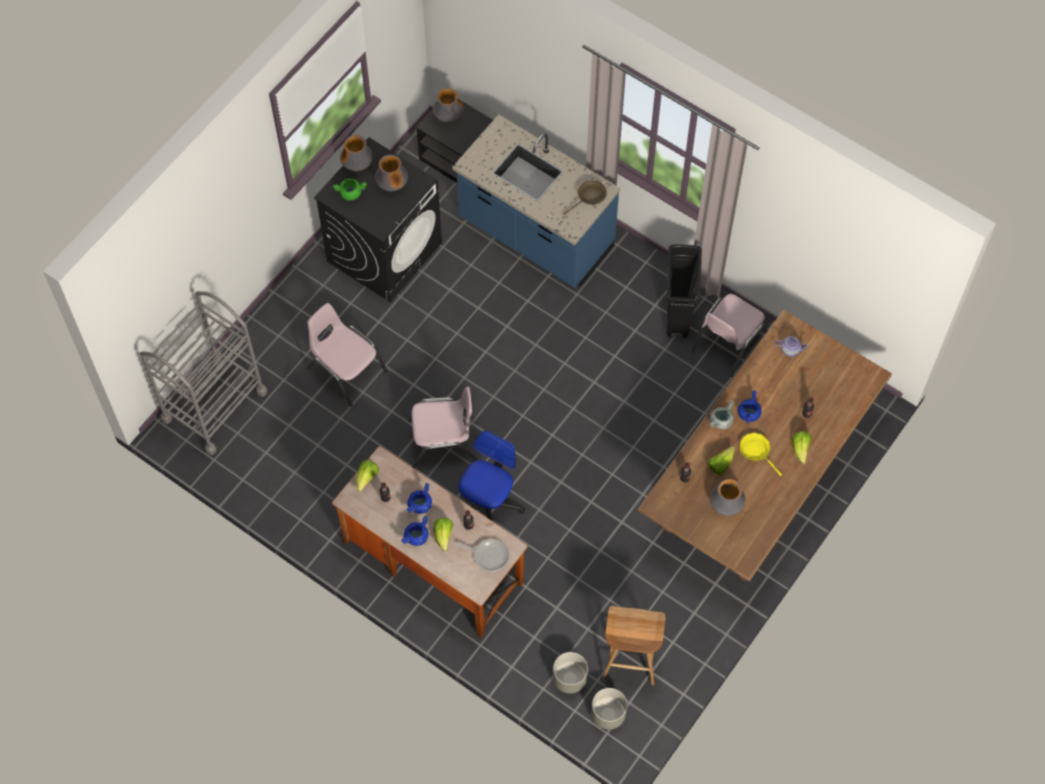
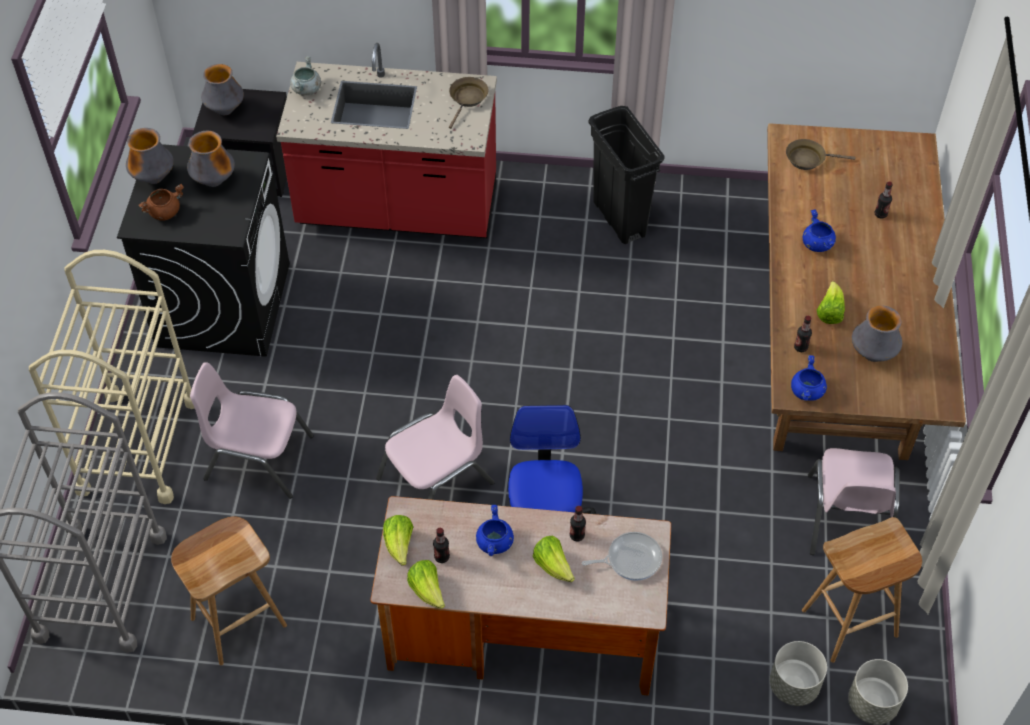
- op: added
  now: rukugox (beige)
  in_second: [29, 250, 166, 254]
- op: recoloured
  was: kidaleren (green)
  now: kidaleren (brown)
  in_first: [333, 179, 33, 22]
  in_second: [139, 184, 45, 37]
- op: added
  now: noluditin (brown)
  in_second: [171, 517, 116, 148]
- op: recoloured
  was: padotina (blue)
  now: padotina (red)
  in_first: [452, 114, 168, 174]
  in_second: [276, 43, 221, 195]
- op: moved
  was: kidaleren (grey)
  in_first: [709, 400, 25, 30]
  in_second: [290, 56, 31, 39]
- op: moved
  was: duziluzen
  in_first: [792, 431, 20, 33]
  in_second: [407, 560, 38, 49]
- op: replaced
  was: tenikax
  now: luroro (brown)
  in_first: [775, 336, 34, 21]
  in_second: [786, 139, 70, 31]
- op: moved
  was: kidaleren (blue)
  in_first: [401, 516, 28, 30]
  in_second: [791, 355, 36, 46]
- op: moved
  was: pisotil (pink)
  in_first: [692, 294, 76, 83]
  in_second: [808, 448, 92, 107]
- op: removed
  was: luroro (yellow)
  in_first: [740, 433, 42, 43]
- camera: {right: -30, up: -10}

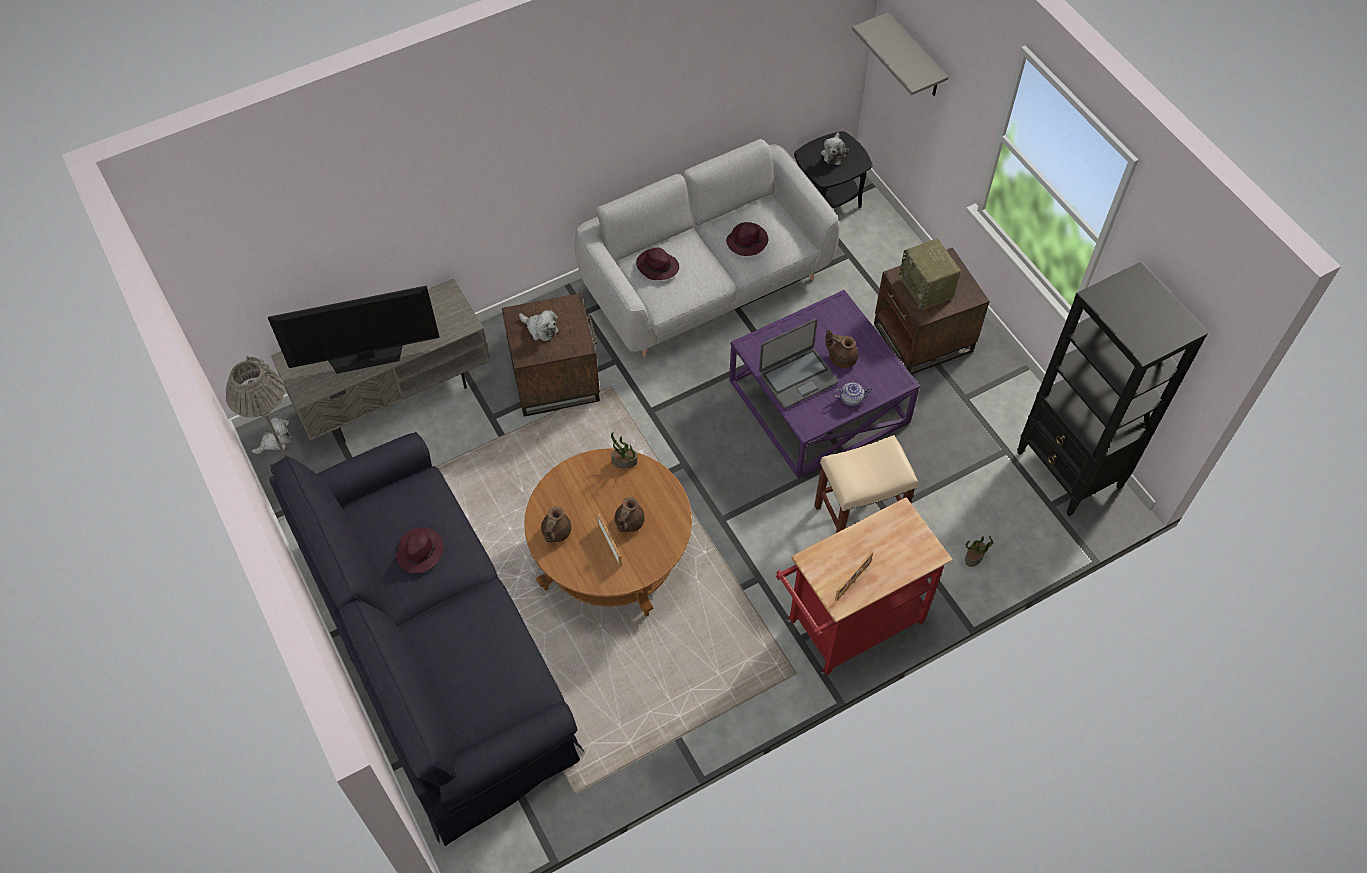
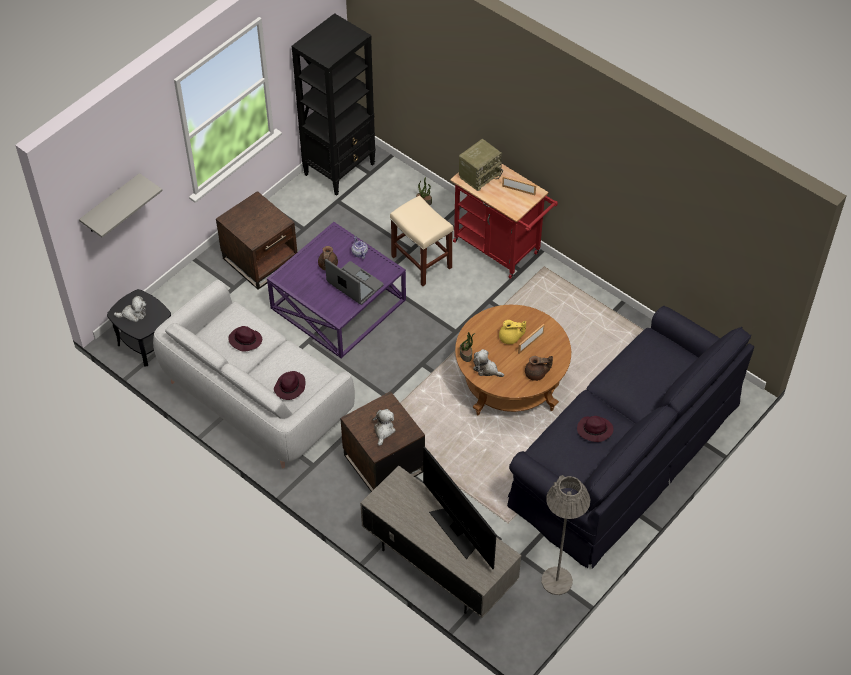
- op: moved
  was: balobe
  in_first: [899, 238, 62, 73]
  in_second: [459, 139, 44, 52]
- op: moved
  was: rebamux
  in_first: [252, 415, 41, 39]
  in_second: [473, 349, 31, 28]
- op: recoloured
  was: tenikax (brown)
  now: tenikax (yellow)
  in_first: [615, 497, 30, 36]
  in_second: [499, 320, 27, 24]
- camera: {right: -110, up: -5}

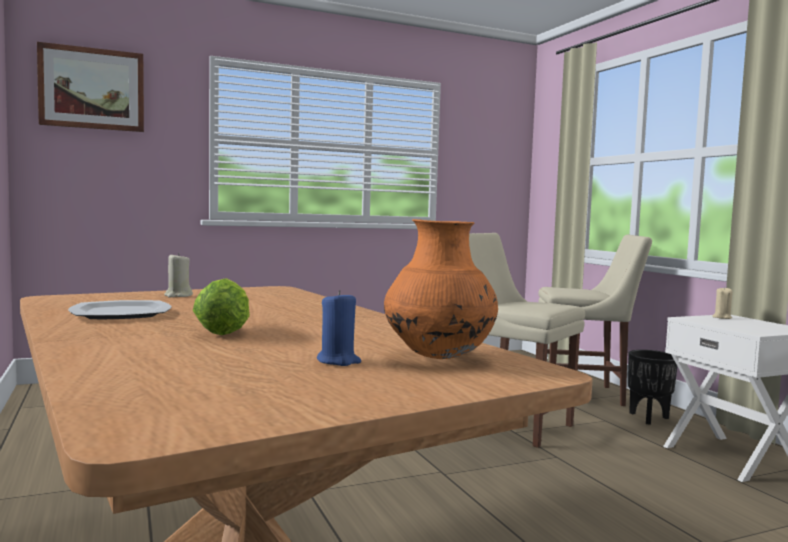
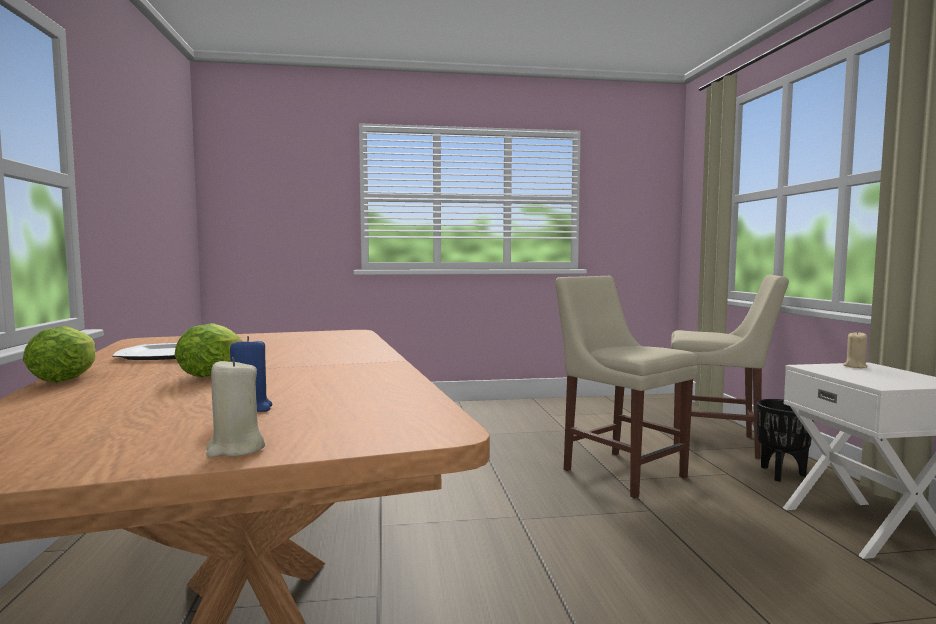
- op: added
  now: duziluzen
  in_second: [23, 326, 73, 57]
- op: moved
  was: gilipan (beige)
  in_first: [164, 253, 29, 45]
  in_second: [206, 357, 59, 101]
- op: removed
  was: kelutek
  in_first: [37, 42, 107, 90]
- op: removed
  was: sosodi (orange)
  in_first: [384, 219, 114, 140]
- camera: {right: 15, up: 0}

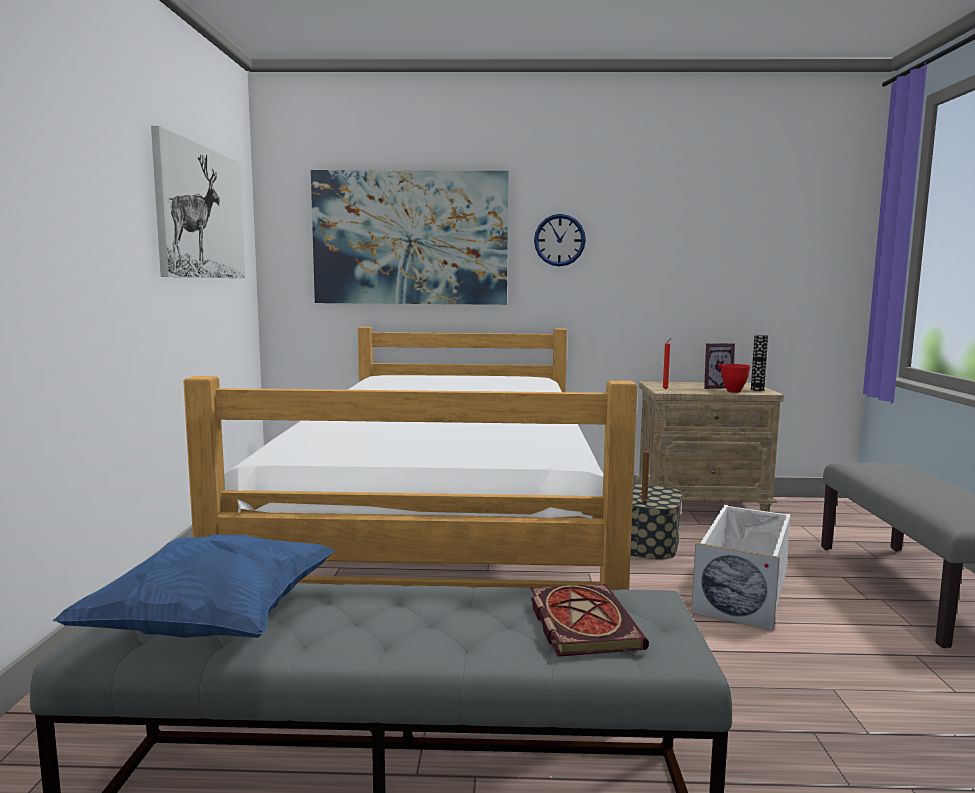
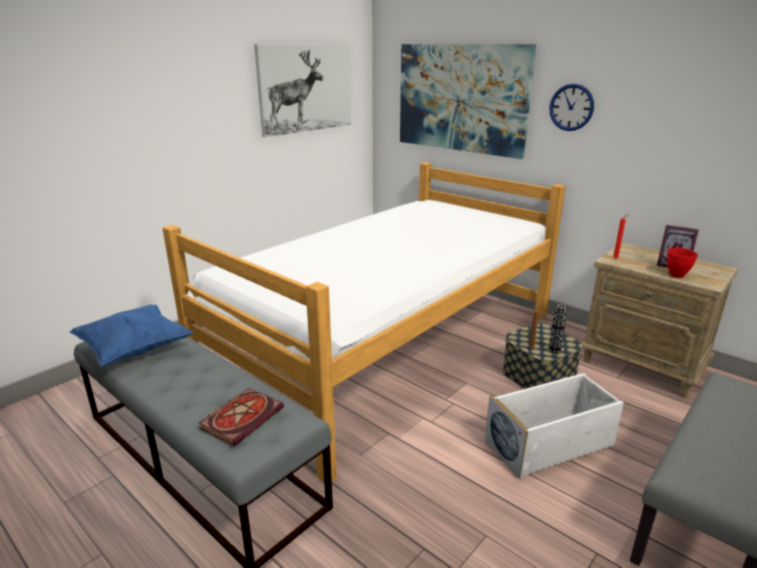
- op: moved
  was: sosodi
  in_first: [751, 335, 17, 56]
  in_second: [548, 303, 20, 51]
- camera: {right: 40, up: 15}

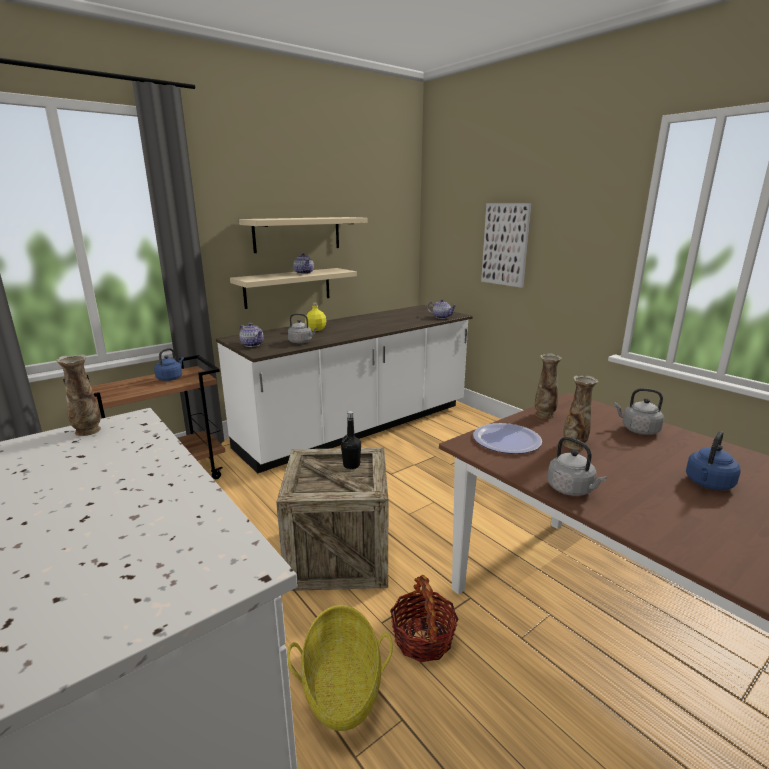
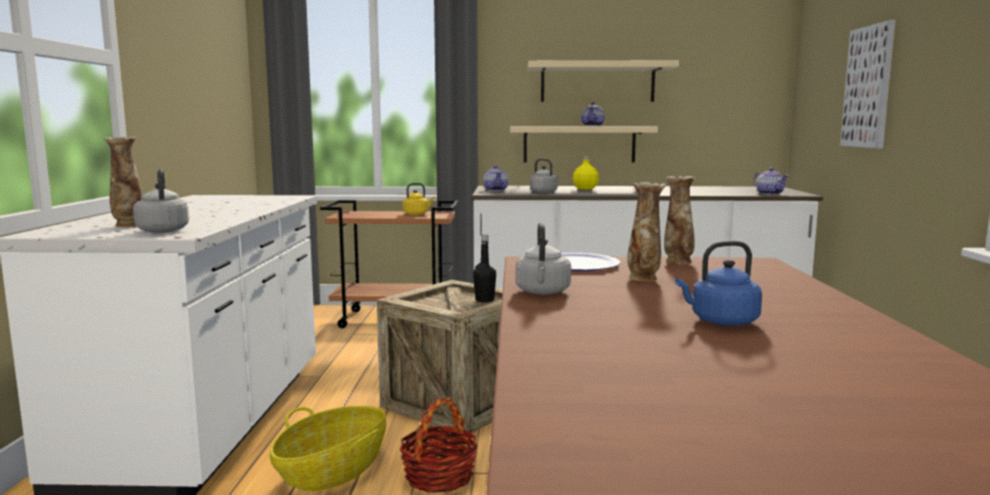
- op: moved
  was: sosodi
  in_first: [56, 354, 45, 82]
  in_second: [104, 136, 39, 91]
- op: moved
  was: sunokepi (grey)
  in_first: [614, 388, 50, 47]
  in_second: [133, 169, 56, 64]
- op: recoloured
  was: sunokepi (blue)
  now: sunokepi (yellow)
  in_first: [154, 348, 30, 33]
  in_second: [403, 183, 32, 32]
- camera: {right: 40, up: -10}

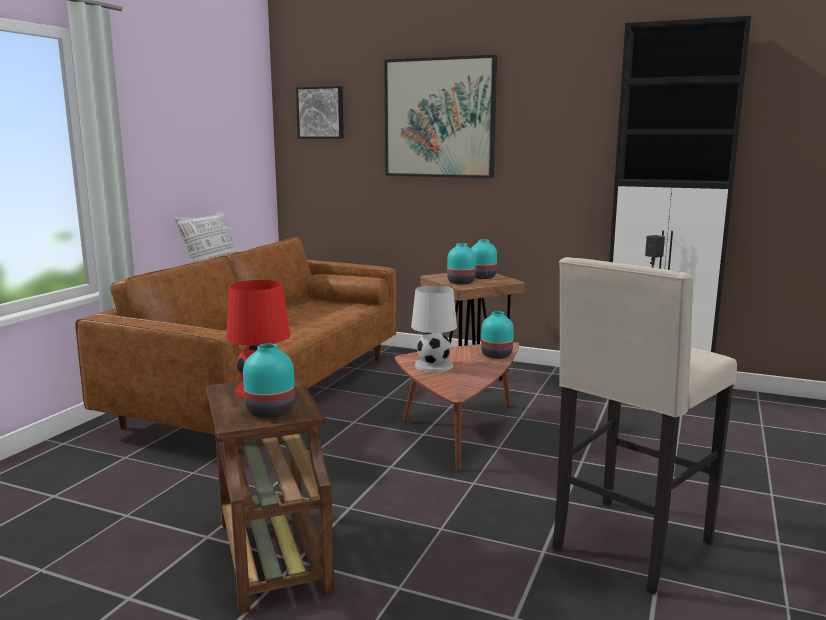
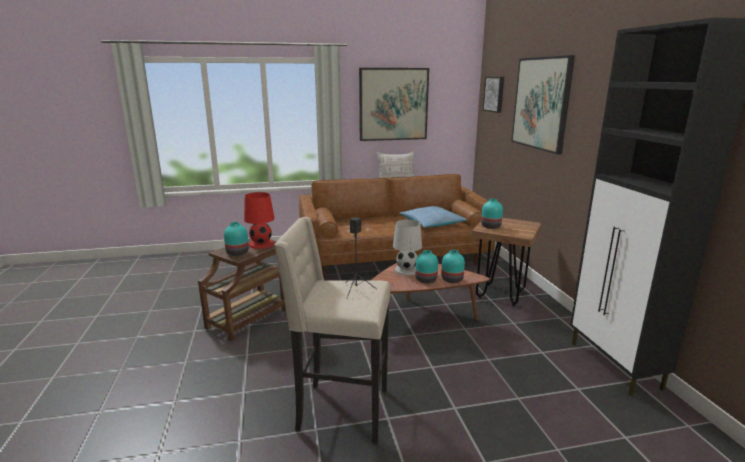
- op: added
  now: kelutek
  in_second: [359, 68, 70, 73]
- op: added
  now: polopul
  in_second: [399, 206, 68, 21]
- op: moved
  was: sosodi (turquoise)
  in_first: [471, 239, 26, 40]
  in_second: [415, 250, 23, 33]
- camera: {right: 55, up: 5}

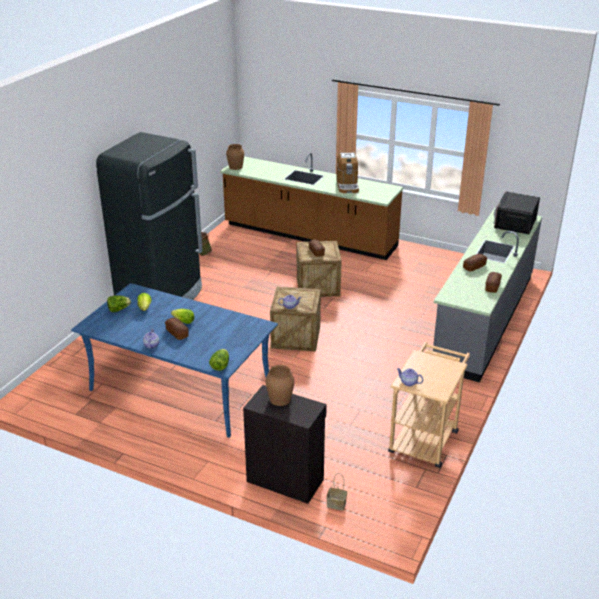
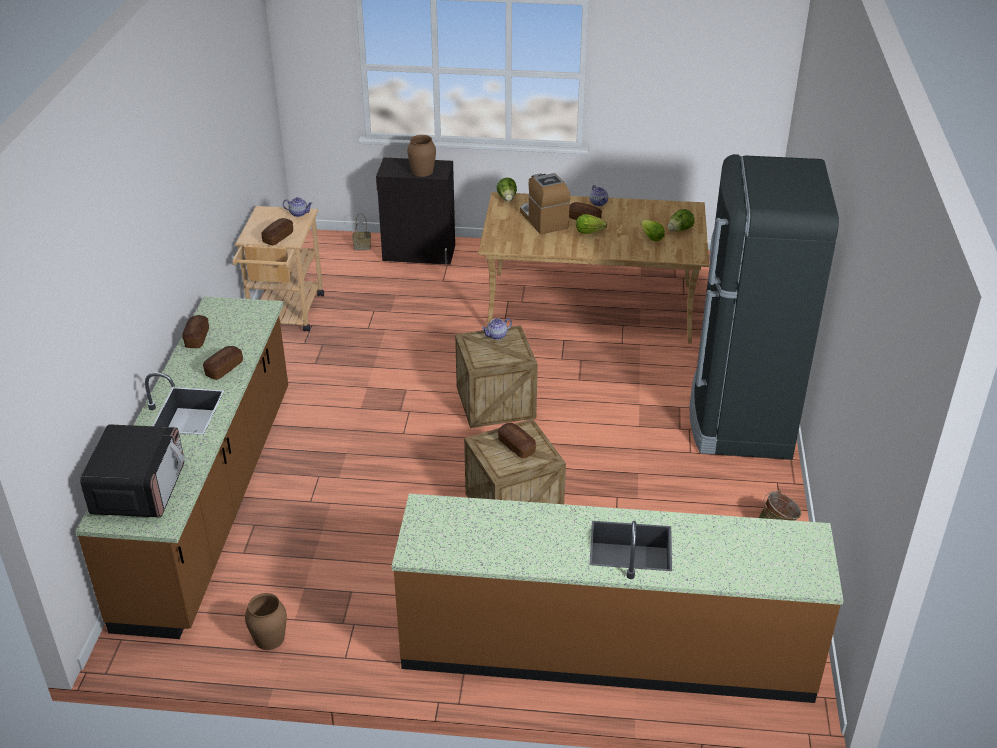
- op: recoloured
  was: padotina (grey)
  now: padotina (brown)
  in_first: [433, 207, 109, 176]
  in_second: [75, 297, 213, 342]
- op: moved
  was: sosodi (brown)
  in_first: [226, 144, 18, 26]
  in_second: [245, 593, 42, 57]
- op: added
  now: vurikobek
  in_second: [261, 218, 32, 27]
- op: recoloured
  was: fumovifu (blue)
  now: fumovifu (beige)
  in_first: [71, 283, 207, 155]
  in_second: [478, 192, 231, 152]
- op: moved
  was: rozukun
  in_first: [337, 153, 22, 40]
  in_second: [520, 173, 51, 62]
- camera: {right: 160, up: 5}

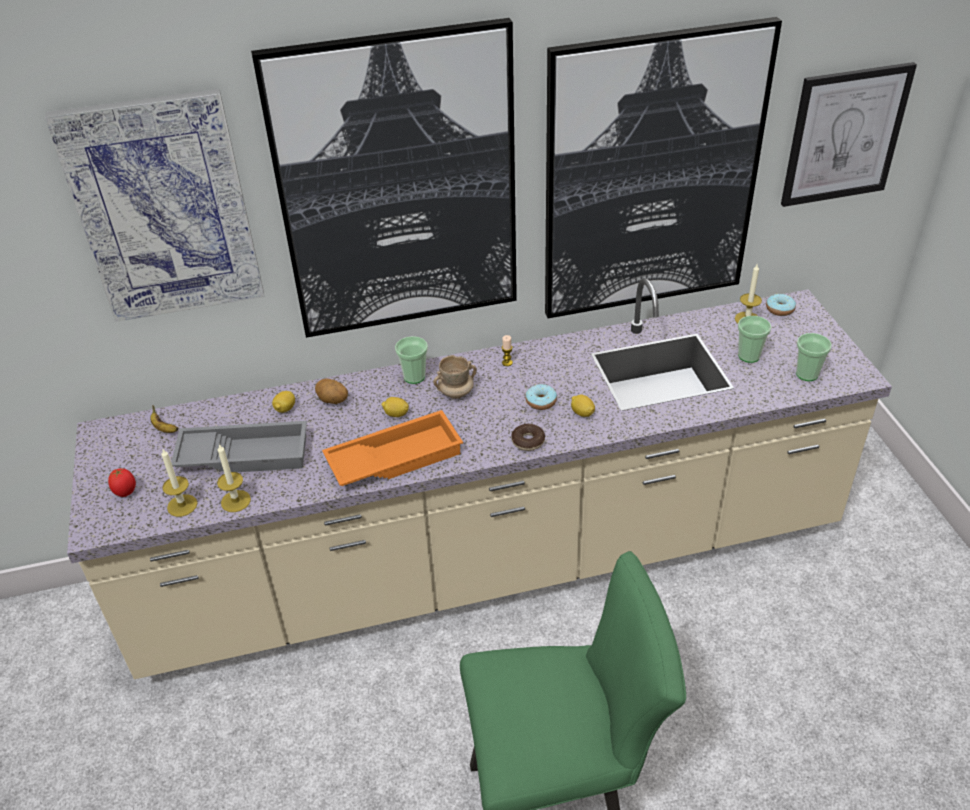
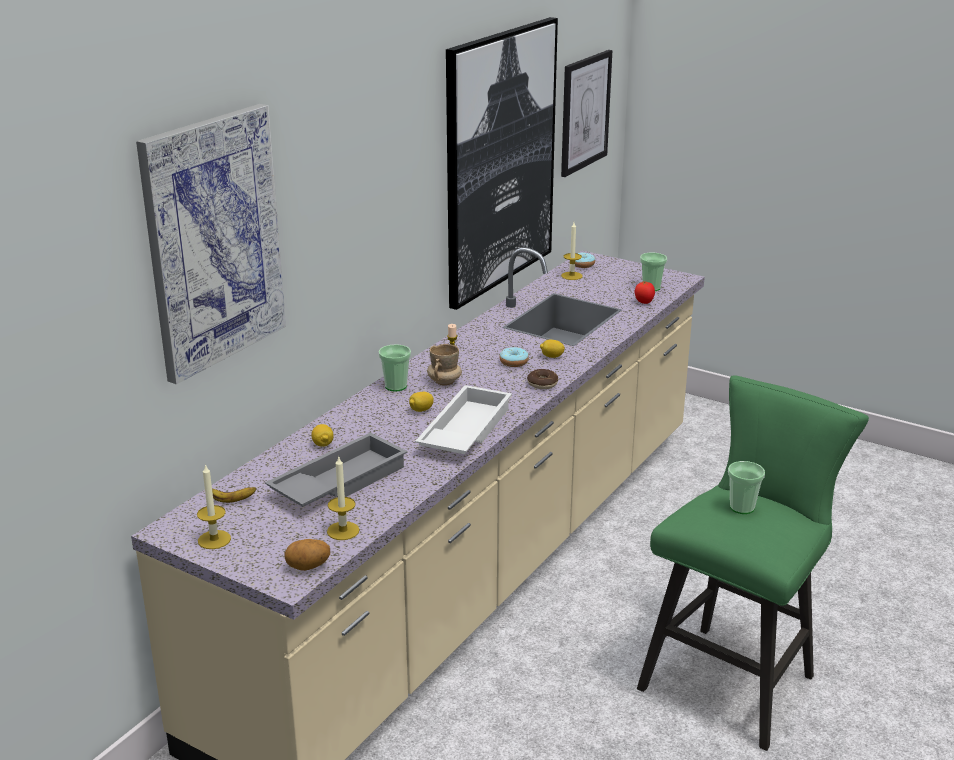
- op: moved
  was: gilipan
  in_first: [217, 444, 34, 68]
  in_second: [197, 464, 34, 85]
- op: moved
  was: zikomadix
  in_first: [315, 378, 33, 26]
  in_second: [284, 539, 46, 32]
- op: recoloured
  was: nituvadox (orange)
  now: nituvadox (white)
  in_first: [322, 410, 141, 76]
  in_second: [415, 385, 97, 69]
- op: moved
  was: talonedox
  in_first: [108, 468, 28, 29]
  in_second: [635, 282, 20, 22]
- op: moved
  was: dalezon
  in_first: [738, 316, 34, 47]
  in_second: [728, 461, 37, 53]
- op: removed
  was: kelutek
  in_first: [251, 18, 266, 320]
- camera: {right: -45, up: -15}

